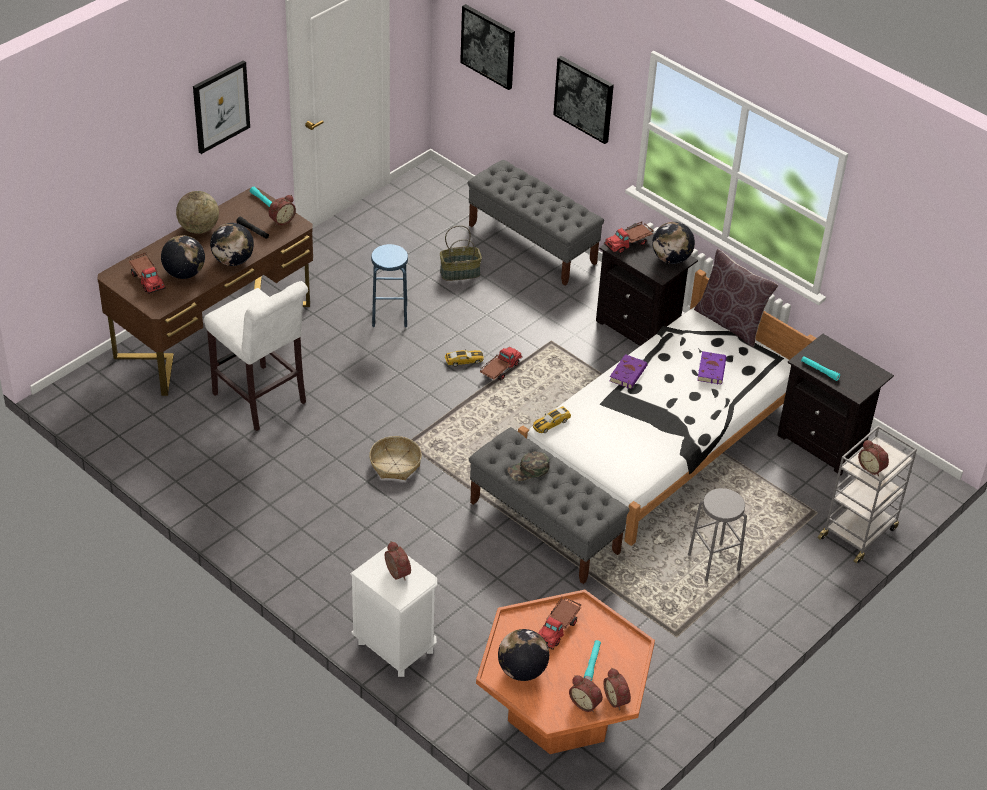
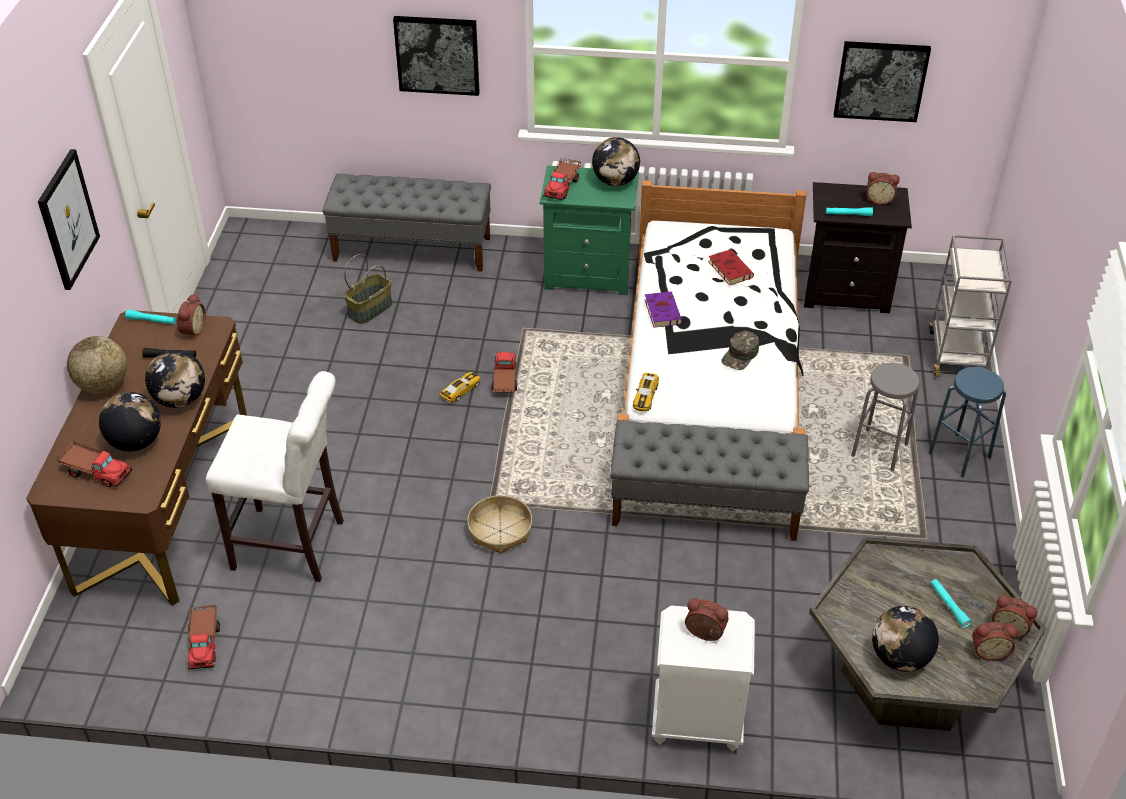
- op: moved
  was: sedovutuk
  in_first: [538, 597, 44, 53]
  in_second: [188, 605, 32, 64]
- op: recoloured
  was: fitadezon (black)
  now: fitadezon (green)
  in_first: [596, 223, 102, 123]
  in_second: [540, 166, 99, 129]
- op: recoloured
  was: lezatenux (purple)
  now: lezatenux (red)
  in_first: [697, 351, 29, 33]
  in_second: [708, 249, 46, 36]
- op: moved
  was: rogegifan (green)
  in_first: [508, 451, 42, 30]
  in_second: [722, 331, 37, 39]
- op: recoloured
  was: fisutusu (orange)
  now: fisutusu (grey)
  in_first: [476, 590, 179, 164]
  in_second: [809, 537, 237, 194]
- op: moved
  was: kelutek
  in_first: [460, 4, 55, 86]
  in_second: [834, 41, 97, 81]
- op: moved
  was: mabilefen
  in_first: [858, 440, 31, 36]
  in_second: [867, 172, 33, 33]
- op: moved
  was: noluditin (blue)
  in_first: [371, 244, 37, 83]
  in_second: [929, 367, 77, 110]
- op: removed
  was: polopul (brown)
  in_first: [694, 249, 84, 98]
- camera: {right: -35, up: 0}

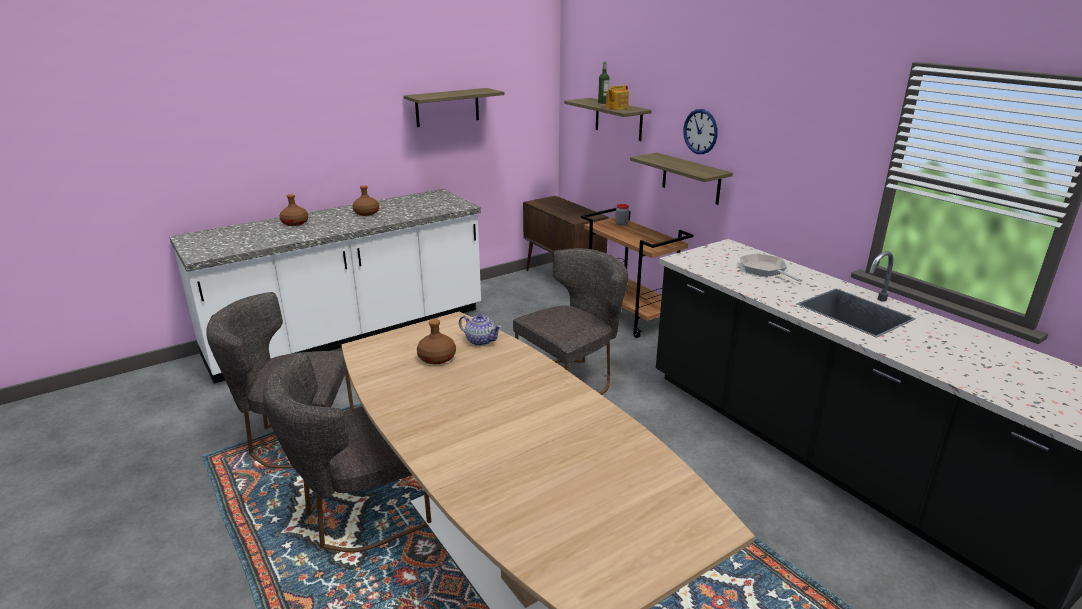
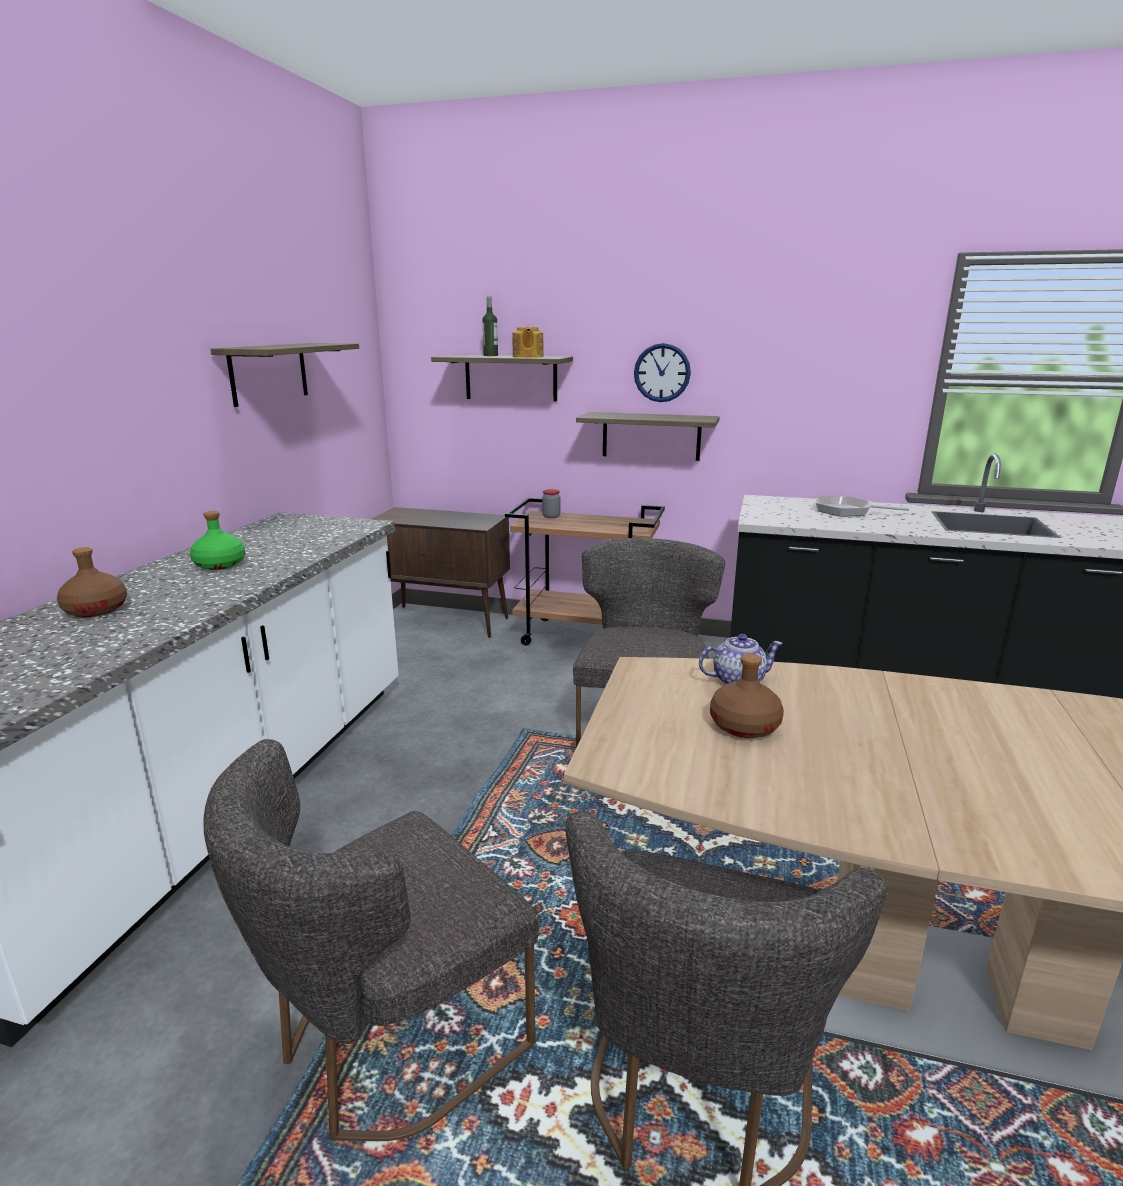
- op: recoloured
  was: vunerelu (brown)
  now: vunerelu (green)
  in_first: [353, 185, 26, 31]
  in_second: [190, 511, 55, 59]
- camera: {right: -40, up: -5}

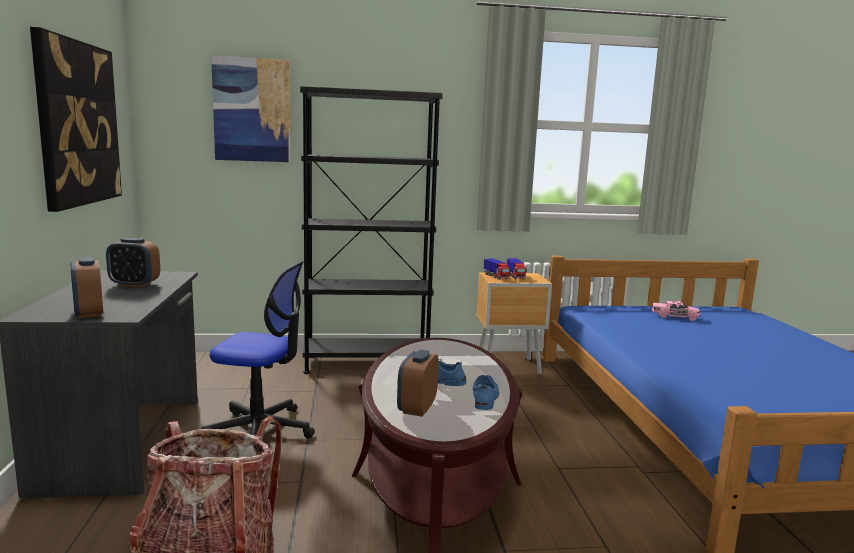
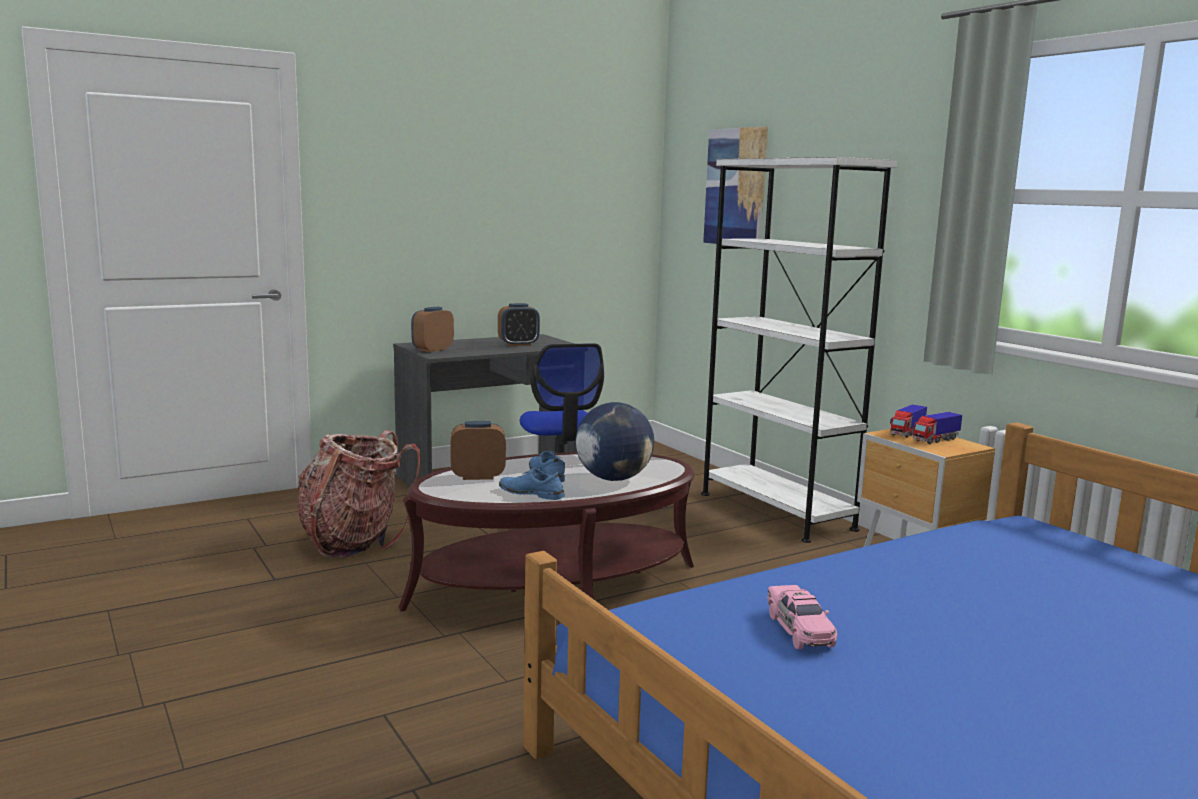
- op: turned
  was: mabilefen
  in_first: [106, 238, 54, 49]
  in_second: [498, 303, 42, 43]
  clockwise: -90
- op: turned
  was: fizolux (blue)
  in_first: [473, 375, 26, 35]
  in_second: [499, 467, 66, 33]
  clockwise: -135
- op: added
  now: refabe
  in_second: [576, 402, 78, 79]
- op: recoloured
  was: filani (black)
  now: filani (white)
  in_first: [300, 86, 143, 288]
  in_second: [701, 157, 196, 386]
- op: moved
  was: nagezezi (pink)
  in_first: [652, 301, 48, 20]
  in_second: [767, 585, 70, 64]
- op: removed
  was: kelutek
  in_first: [30, 27, 92, 185]
- camera: {right: 65, up: 0}

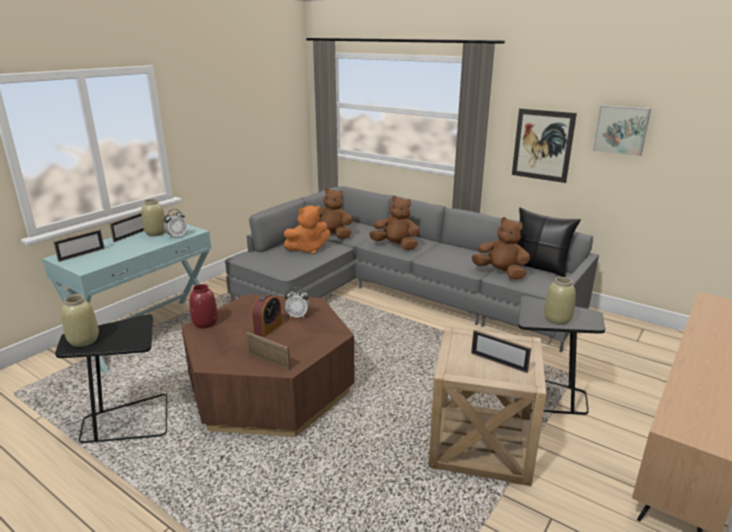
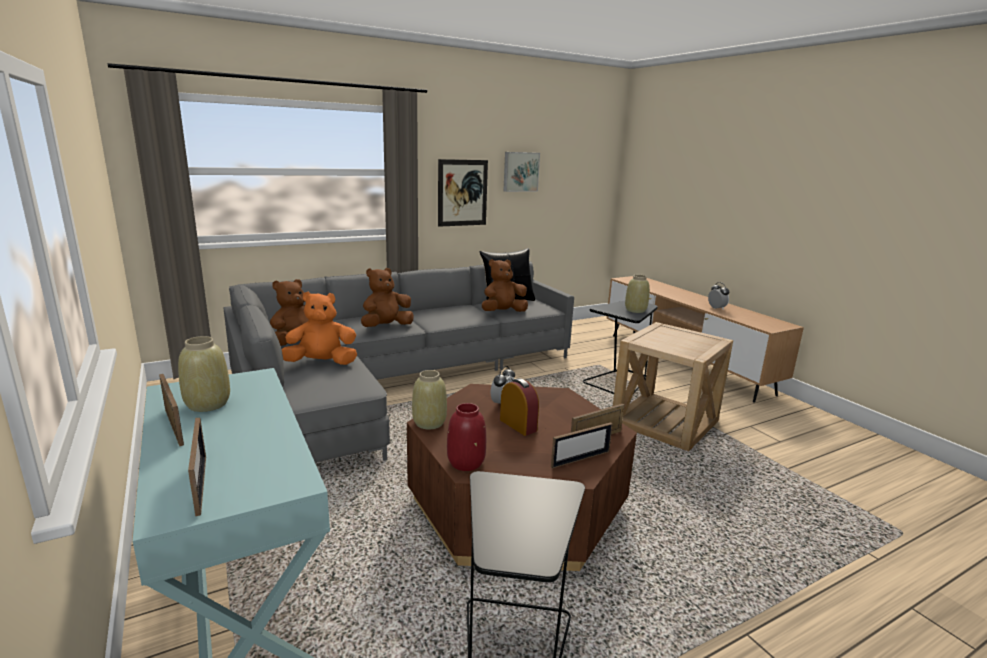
- op: turned
  was: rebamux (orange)
  in_first: [283, 206, 47, 49]
  in_second: [282, 292, 75, 73]
  clockwise: -105
- op: moved
  was: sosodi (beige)
  in_first: [61, 295, 38, 52]
  in_second: [412, 370, 35, 60]
- op: moved
  was: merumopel
  in_first: [471, 330, 60, 43]
  in_second: [551, 422, 62, 47]
- op: moved
  was: mabilefen
  in_first: [164, 209, 23, 30]
  in_second: [708, 282, 21, 28]
- camera: {right: -65, up: -5}

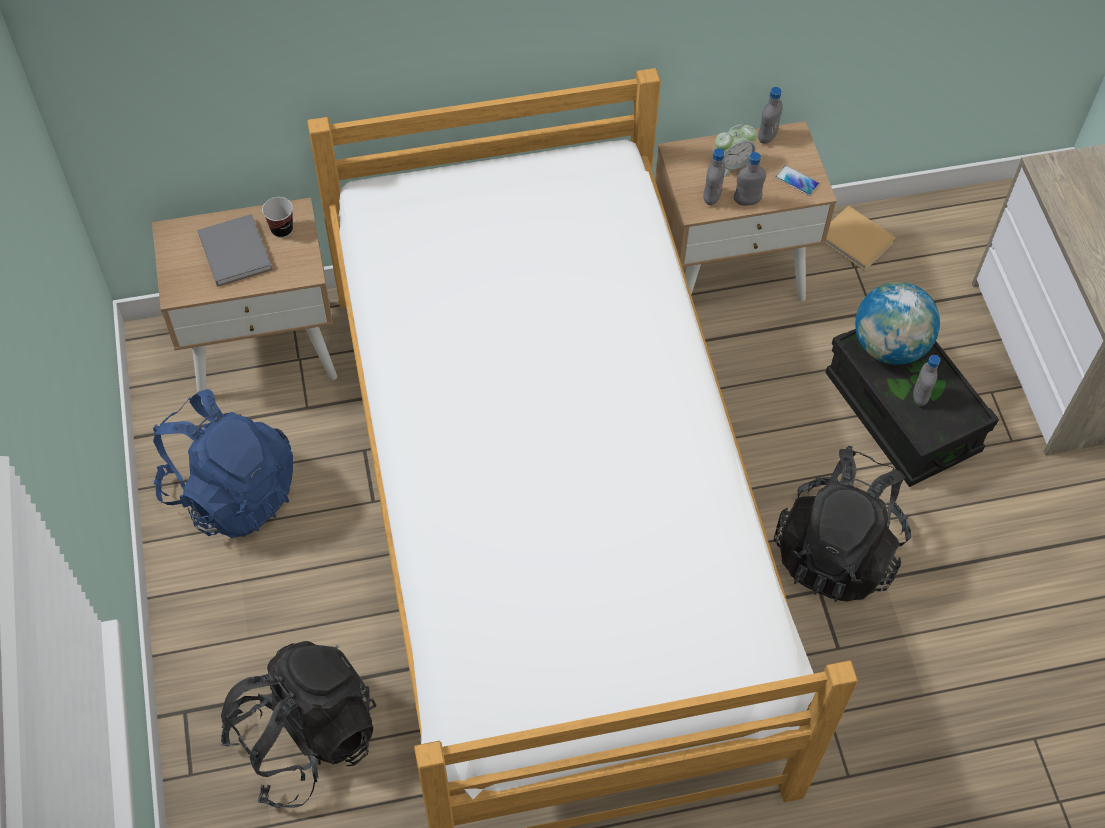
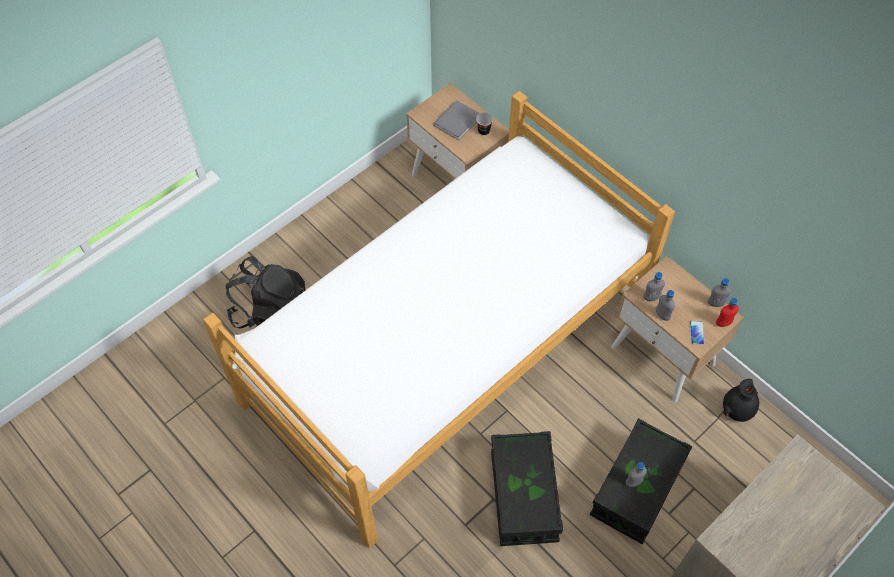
- op: replaced
  was: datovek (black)
  now: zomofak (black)
  in_first: [774, 446, 137, 156]
  in_second: [491, 431, 72, 115]
- op: added
  now: vunerelu (red)
  in_second: [716, 298, 23, 29]
- op: replaced
  was: lezatenux (beige)
  now: sosodi (black)
  in_first: [826, 205, 70, 66]
  in_second: [723, 379, 36, 43]
- op: removed
  was: datovek (blue)
  in_first: [153, 389, 140, 149]
- op: removed
  was: mabilefen
  in_first: [714, 124, 43, 53]
- op: removed
  was: refabe
  in_first: [855, 282, 85, 83]
- camera: {right: 60, up: 0}

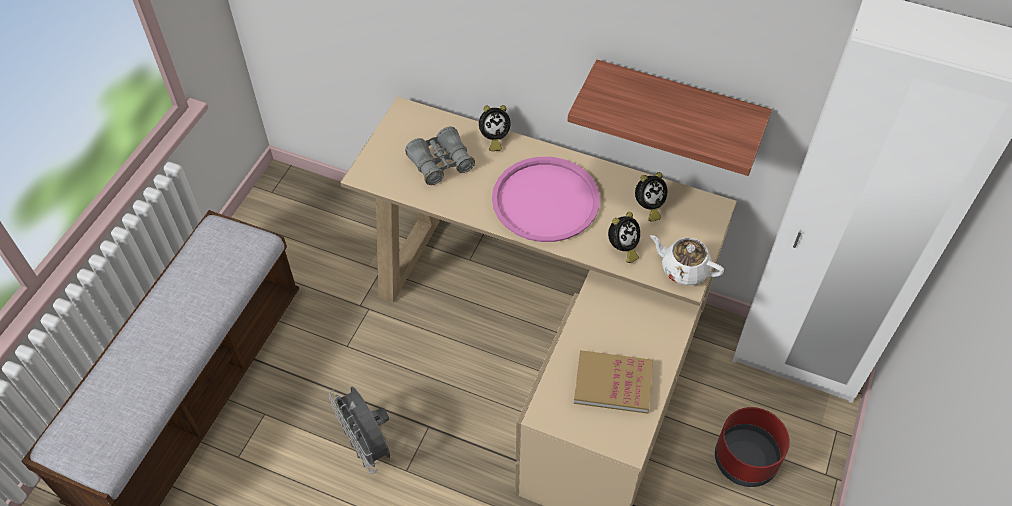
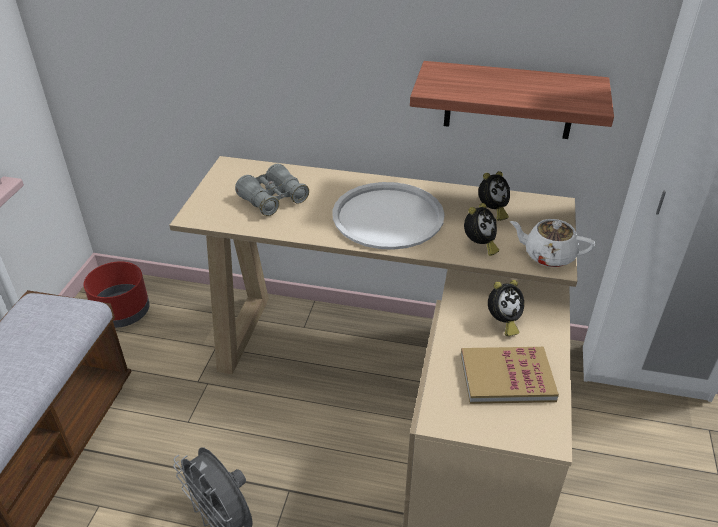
- op: moved
  was: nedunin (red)
  in_first: [715, 407, 75, 80]
  in_second: [84, 261, 66, 67]
- op: recoloured
  was: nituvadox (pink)
  now: nituvadox (white)
  in_first: [492, 157, 108, 85]
  in_second: [332, 182, 113, 68]
- op: moved
  was: mabilefen
  in_first: [479, 105, 32, 46]
  in_second: [488, 280, 36, 56]
- camera: {right: -10, up: -15}

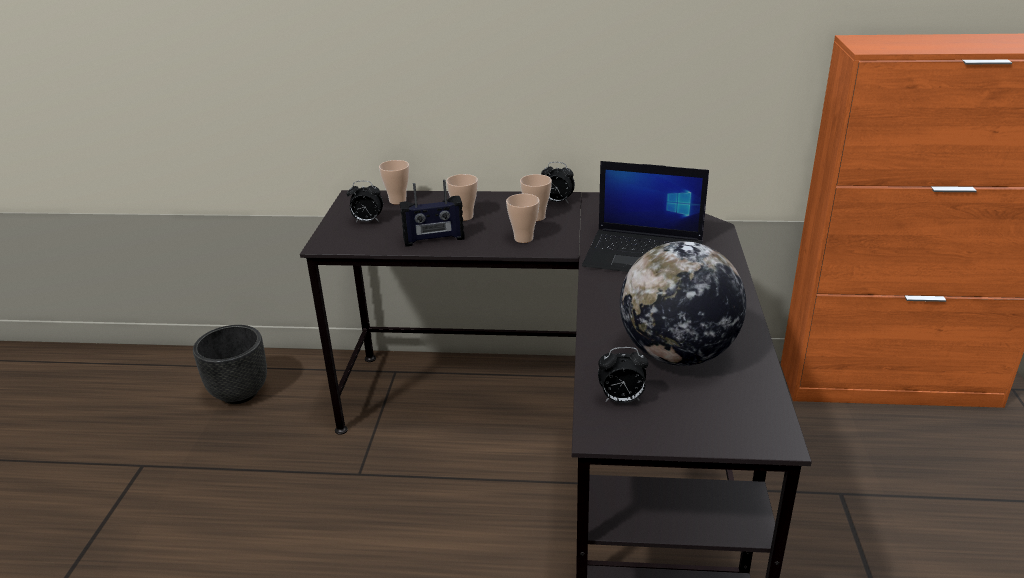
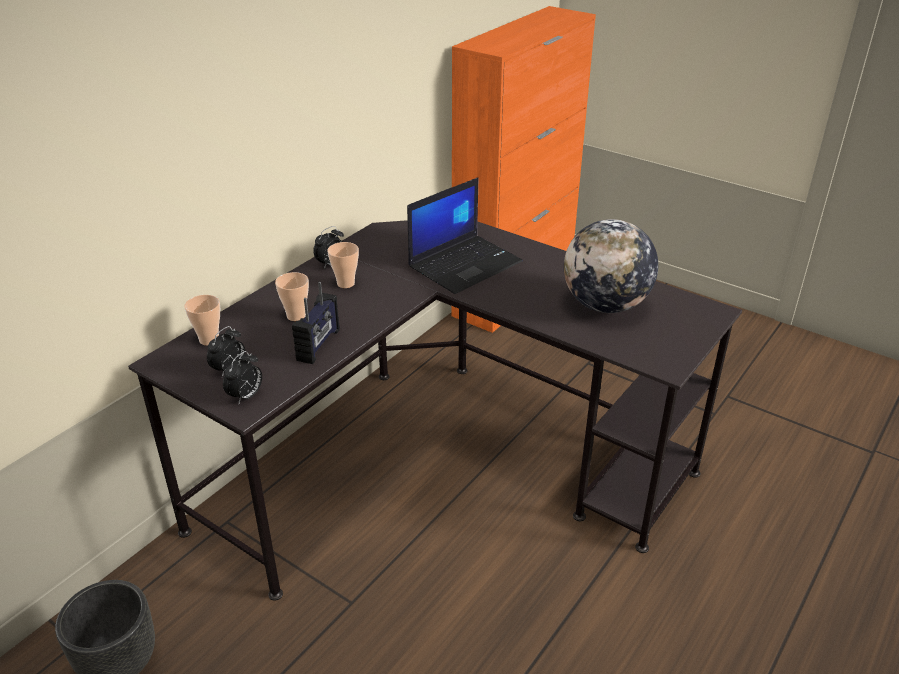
- op: moved
  was: mabilefen
  in_first: [598, 347, 50, 56]
  in_second: [223, 351, 39, 52]
- op: removed
  was: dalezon
  in_first: [506, 194, 34, 49]
- camera: {right: -60, up: 5}

